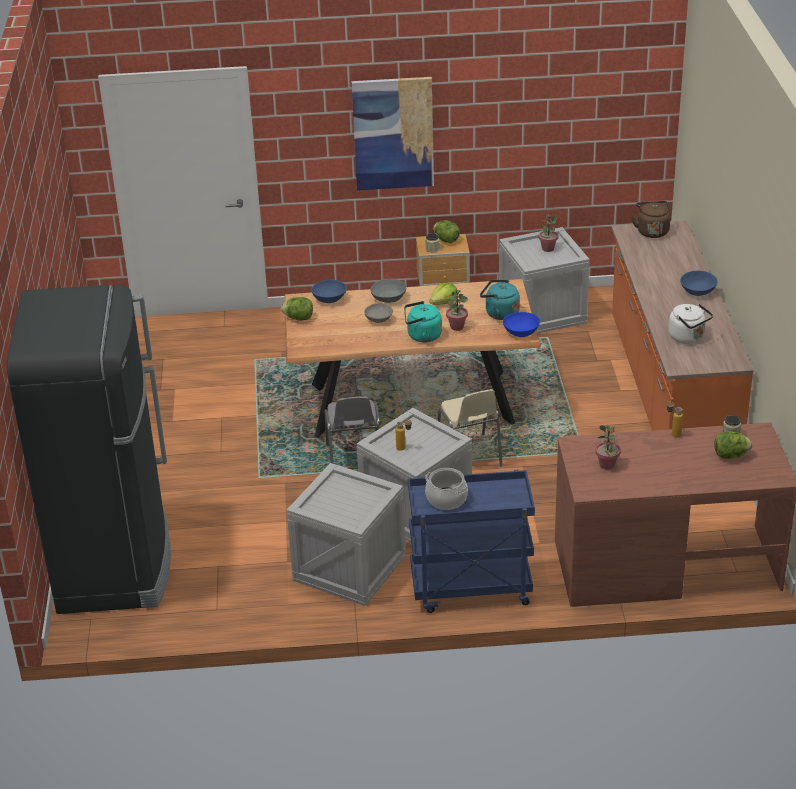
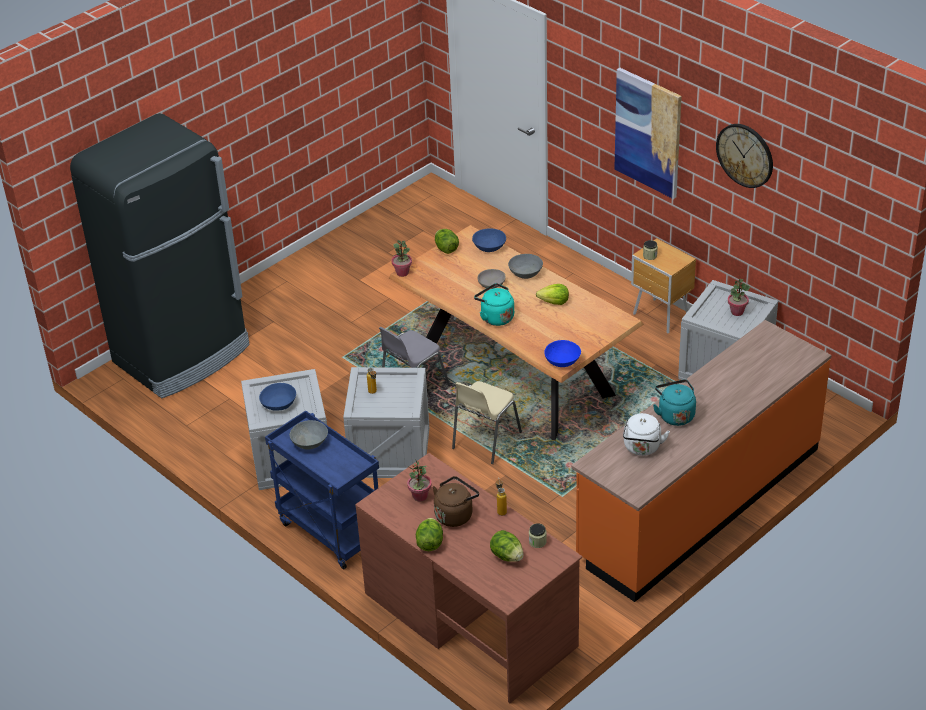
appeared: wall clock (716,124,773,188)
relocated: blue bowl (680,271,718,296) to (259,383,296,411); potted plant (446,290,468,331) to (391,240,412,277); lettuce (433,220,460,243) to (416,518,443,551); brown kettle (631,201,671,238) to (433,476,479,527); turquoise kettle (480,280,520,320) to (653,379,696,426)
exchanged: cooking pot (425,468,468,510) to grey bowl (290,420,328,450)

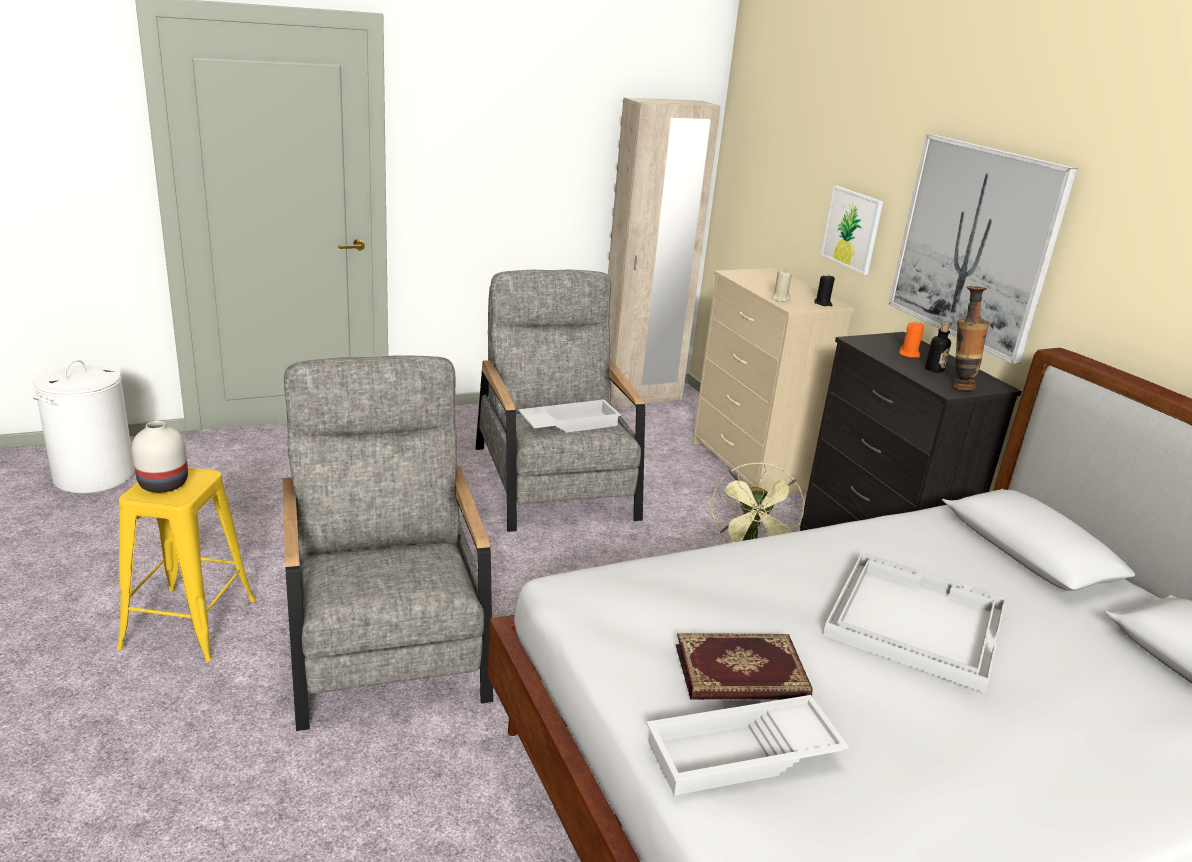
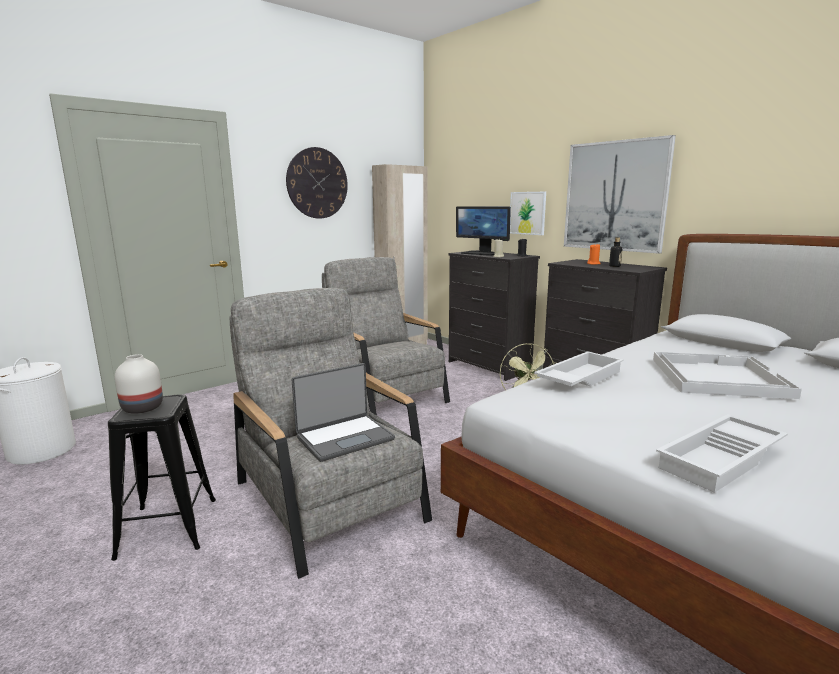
missing: book (676,633,813,700); vase (953,286,989,390)
appeared: wall clock (286,147,348,219); laptop (291,363,395,462); monitor (456,206,511,256)
relocated: white tray (518,399,621,433) to (534,351,624,386)
colour: yellow stool (116,468,255,662) to black stool (108,394,216,561); beige dresser (692,268,855,495) to black dresser (448,250,540,381)

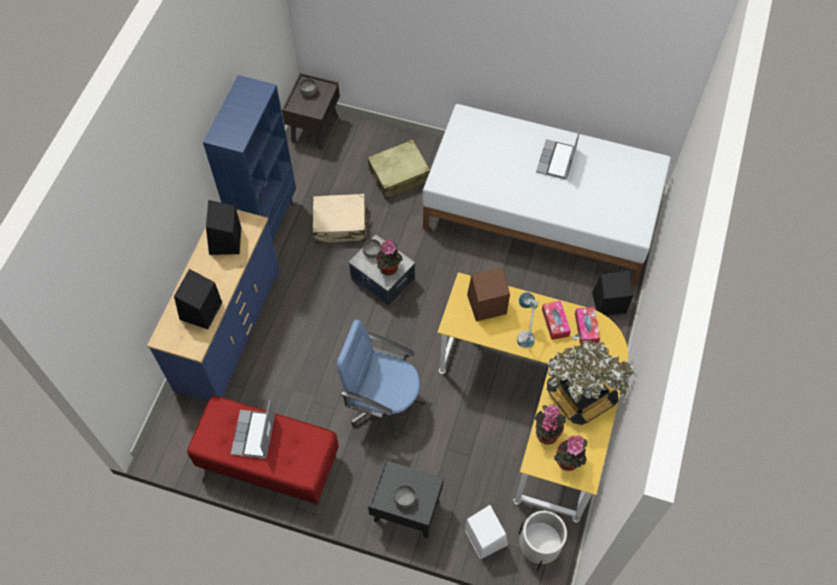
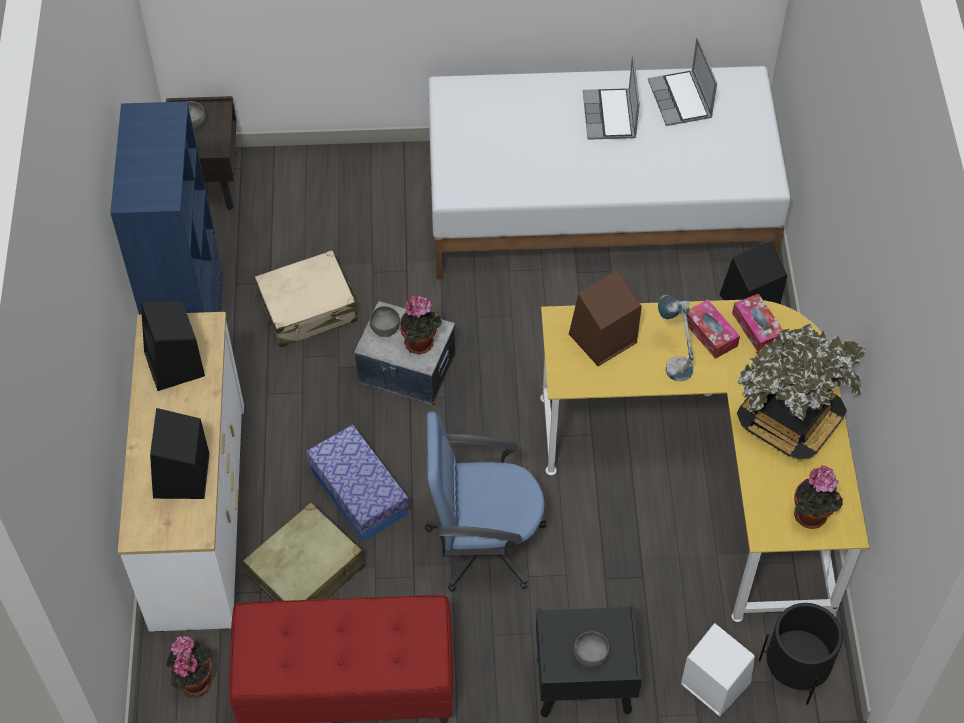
appeared: storage box (306,425,409,541)
relocated: potted plant (535,404,566,445) to (166,636,213,698); beige suitcase (367,139,430,200) to (243,502,365,601); laptop (231,400,275,459) to (648,37,717,126)
colour: blue dresser (147,209,280,401) to white dresser (118,312,244,632); white planter (519,511,567,571) to black planter (759,603,843,704)

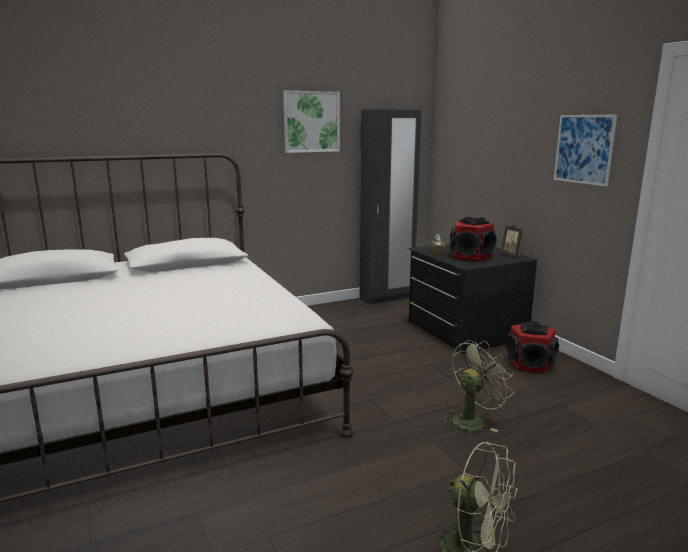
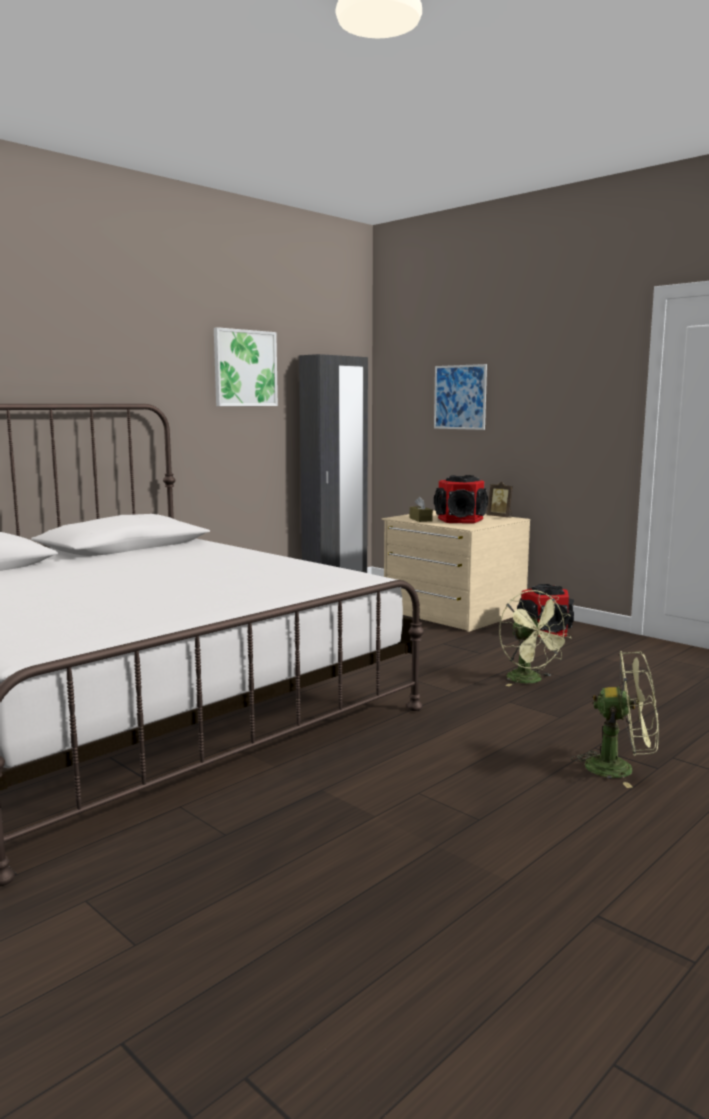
relocated: picture (554,115,617,186) to (434,364,487,430)
colour: black dresser (409,243,537,354) to beige dresser (382,510,530,632)
spun: green fan (443,340,514,432) = (499,590,572,686) 120 degrees clockwise

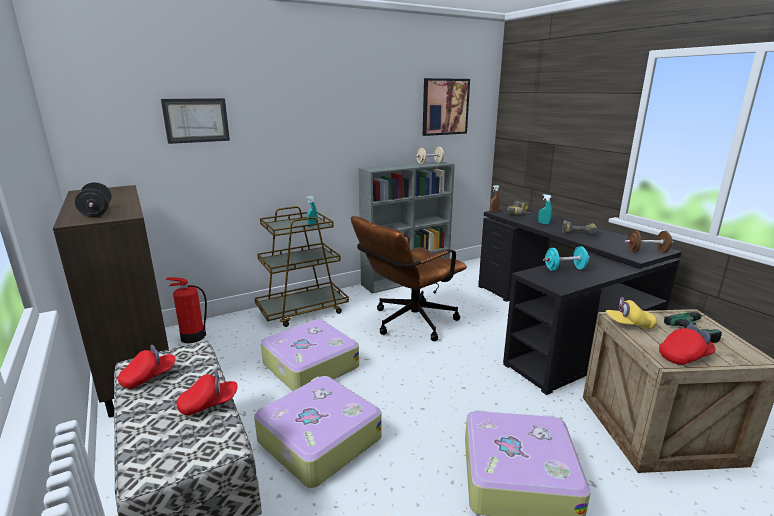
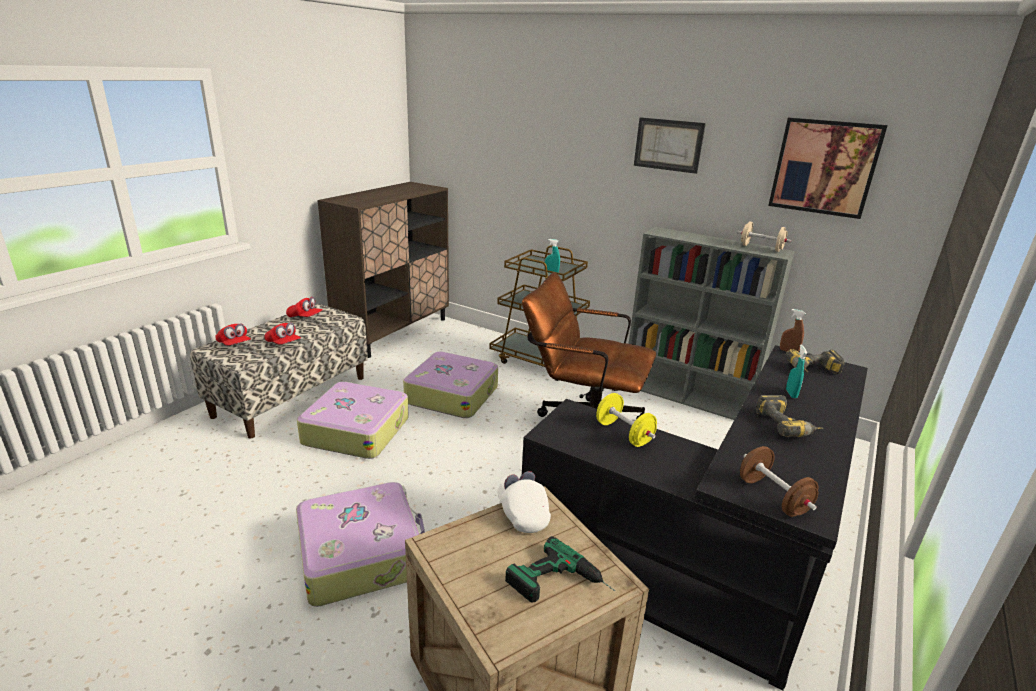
missing: black dumbbell (75,182,112,217); fire extinguisher (165,277,207,343)
relocated: red cap (659,324,715,365) to (215,324,251,346); picture (161,98,230,144) to (634,117,706,174)
colour: yellow cap (606,297,657,330) to white cap (497,471,551,533); turquoise dumbbell (543,247,590,271) to yellow dumbbell (596,393,657,447)

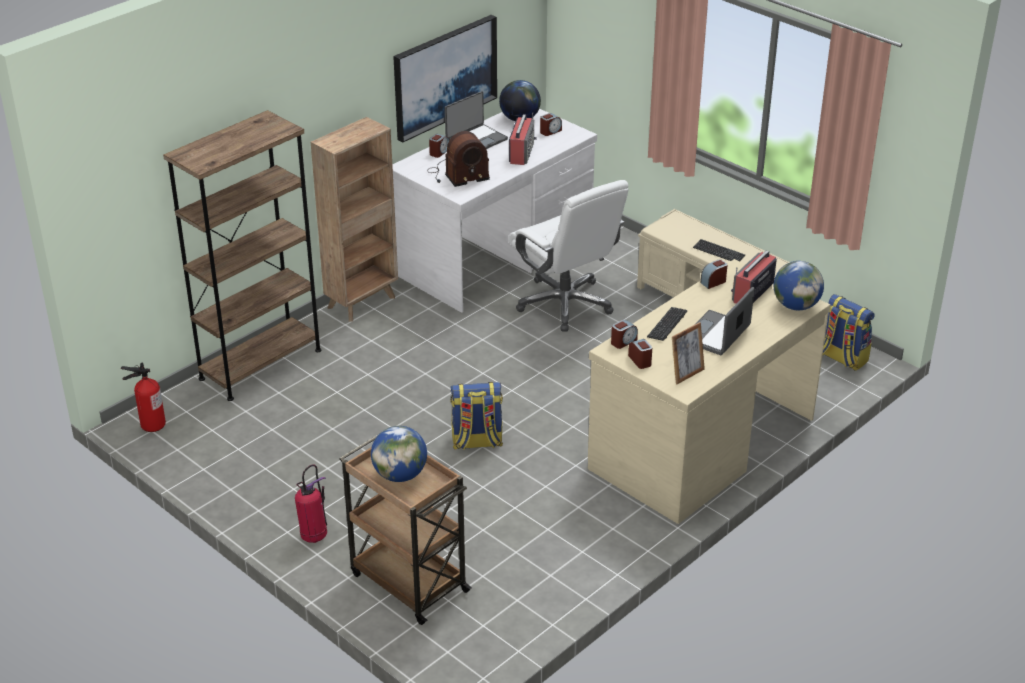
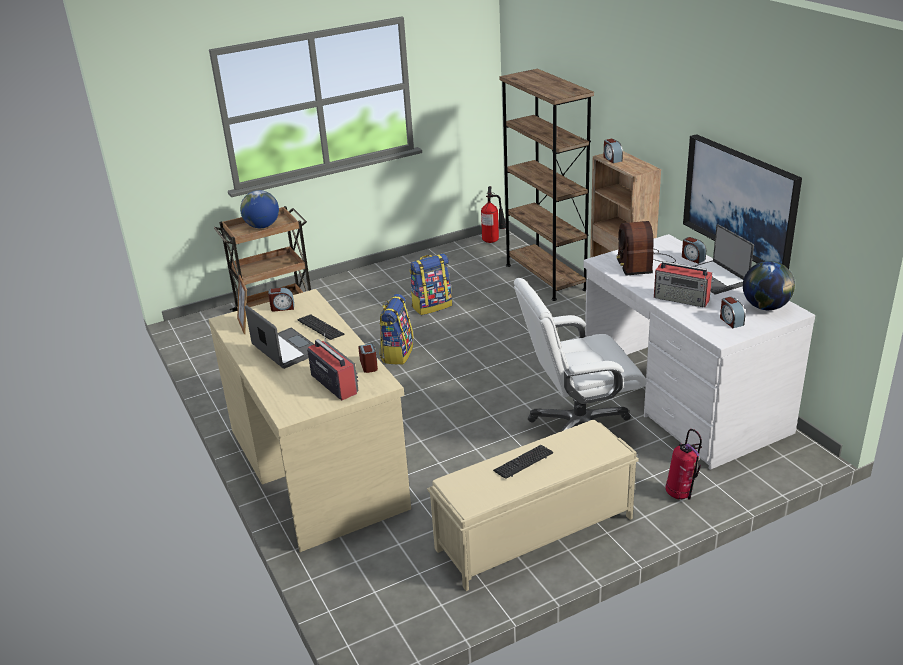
missing: globe (774,261,824,310)
relocated: backpack (822,294,875,371) to (410,253,452,315); alarm clock (611,320,638,349) to (603,139,623,163); fire extinguisher (295,464,327,543) to (665,429,702,500)

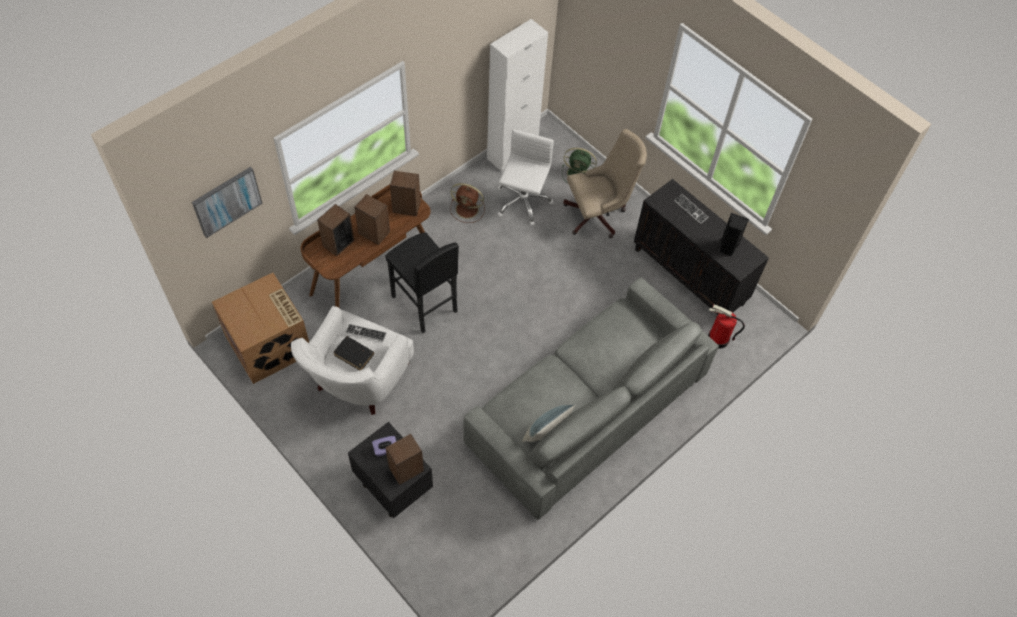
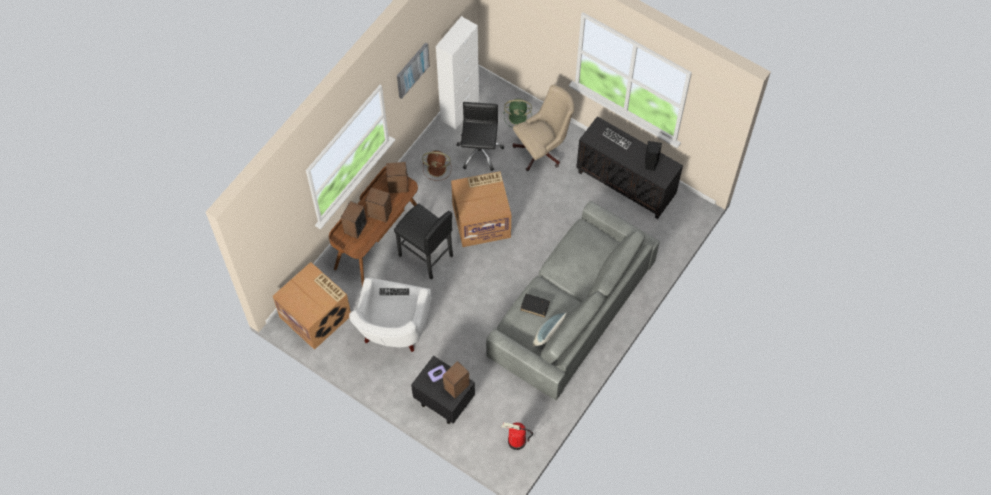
appeared: cardboard box (451,171,511,247)
relocated: picture (192,167,262,238) to (397,42,430,99); fire extinguisher (708,305,745,349) to (501,422,533,450); black book (334,336,374,370) to (521,294,550,318)
colour: white office chair (498,129,554,226) to black office chair (456,102,504,171)

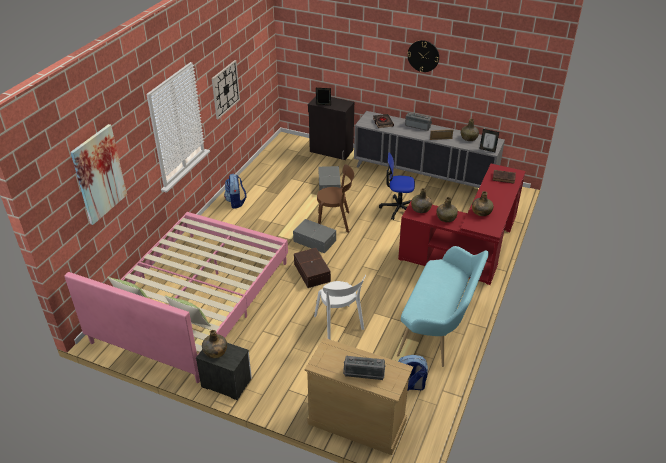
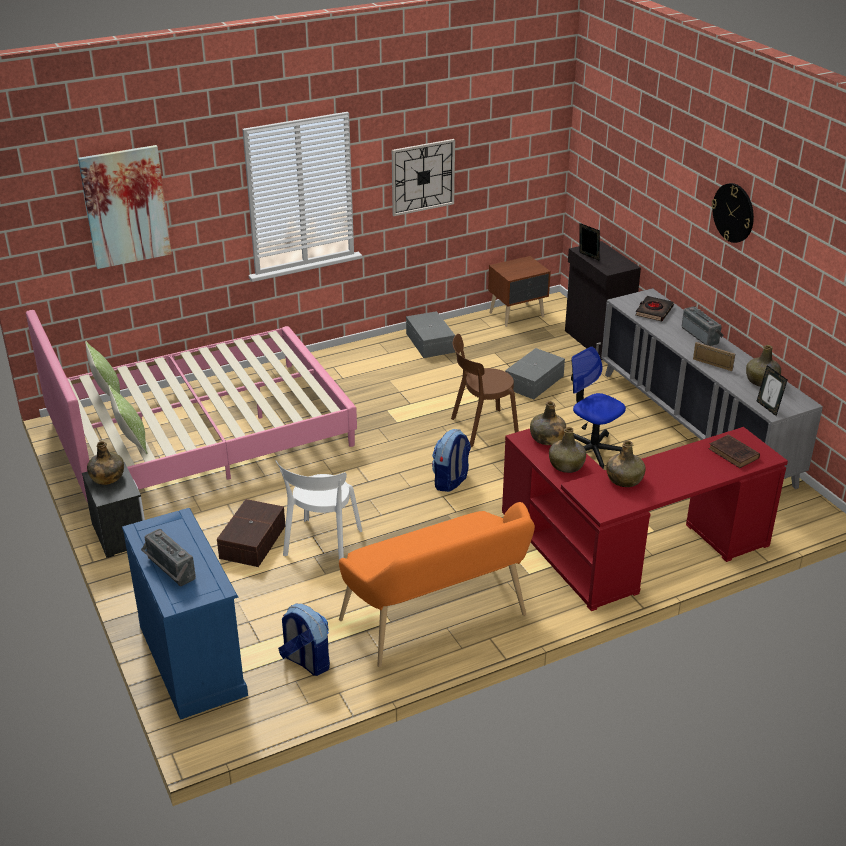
appeared: brown nightstand (488,256,551,327)
relocated: brown storage box (294,248,331,288) to (217,499,285,567); grey storage box (293,219,336,253) to (406,311,455,358); backpack (224,174,247,209) to (432,429,471,492)
colour: beige dresser (305,338,413,455) to blue dresser (122,508,248,720); turquoise bench (397,246,489,367) to orange bench (339,502,535,667)
spun: brown chair (317,164,354,233) = (451,334,519,447) 120 degrees clockwise

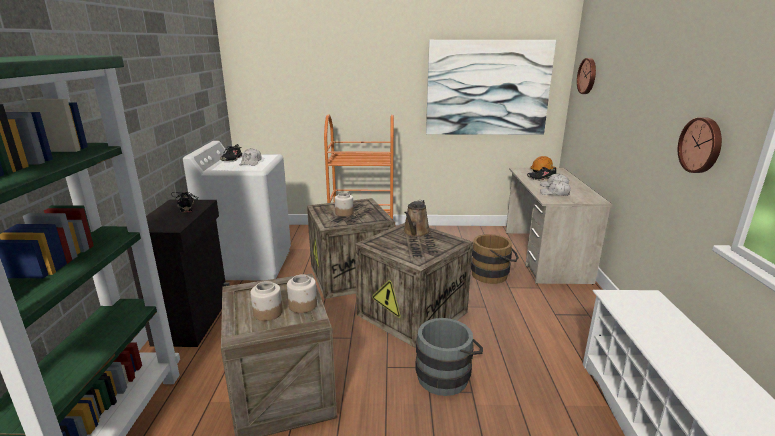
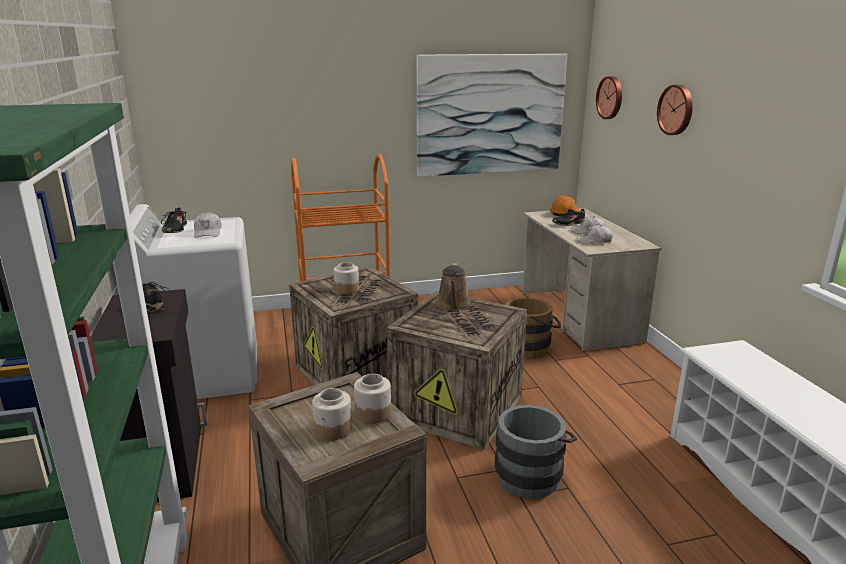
relocated: wall clock (678,117,722,173) to (657,85,693,135)

